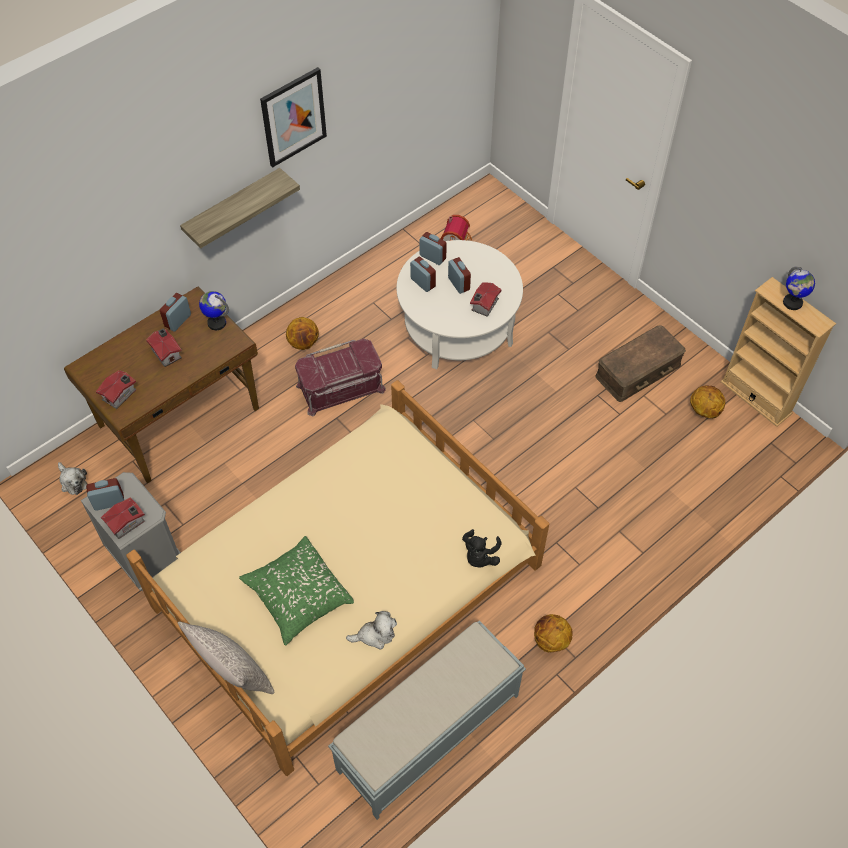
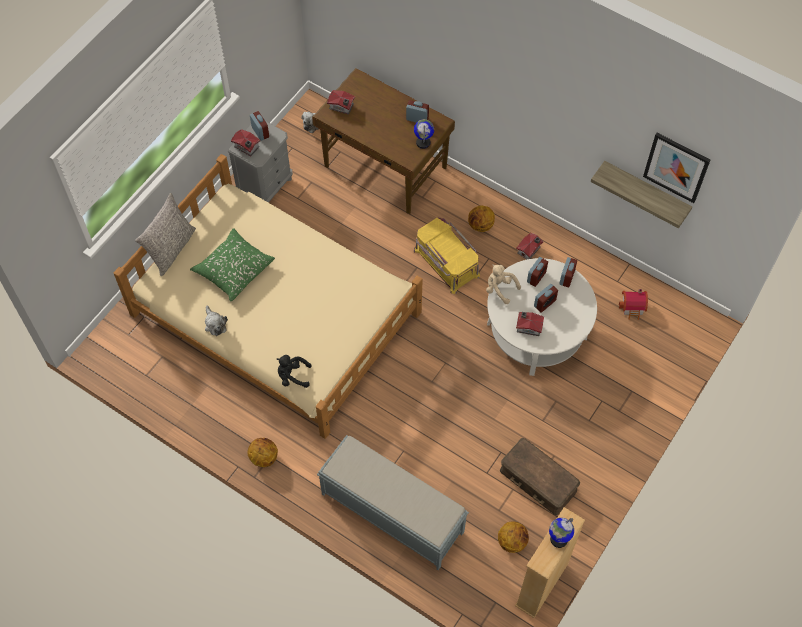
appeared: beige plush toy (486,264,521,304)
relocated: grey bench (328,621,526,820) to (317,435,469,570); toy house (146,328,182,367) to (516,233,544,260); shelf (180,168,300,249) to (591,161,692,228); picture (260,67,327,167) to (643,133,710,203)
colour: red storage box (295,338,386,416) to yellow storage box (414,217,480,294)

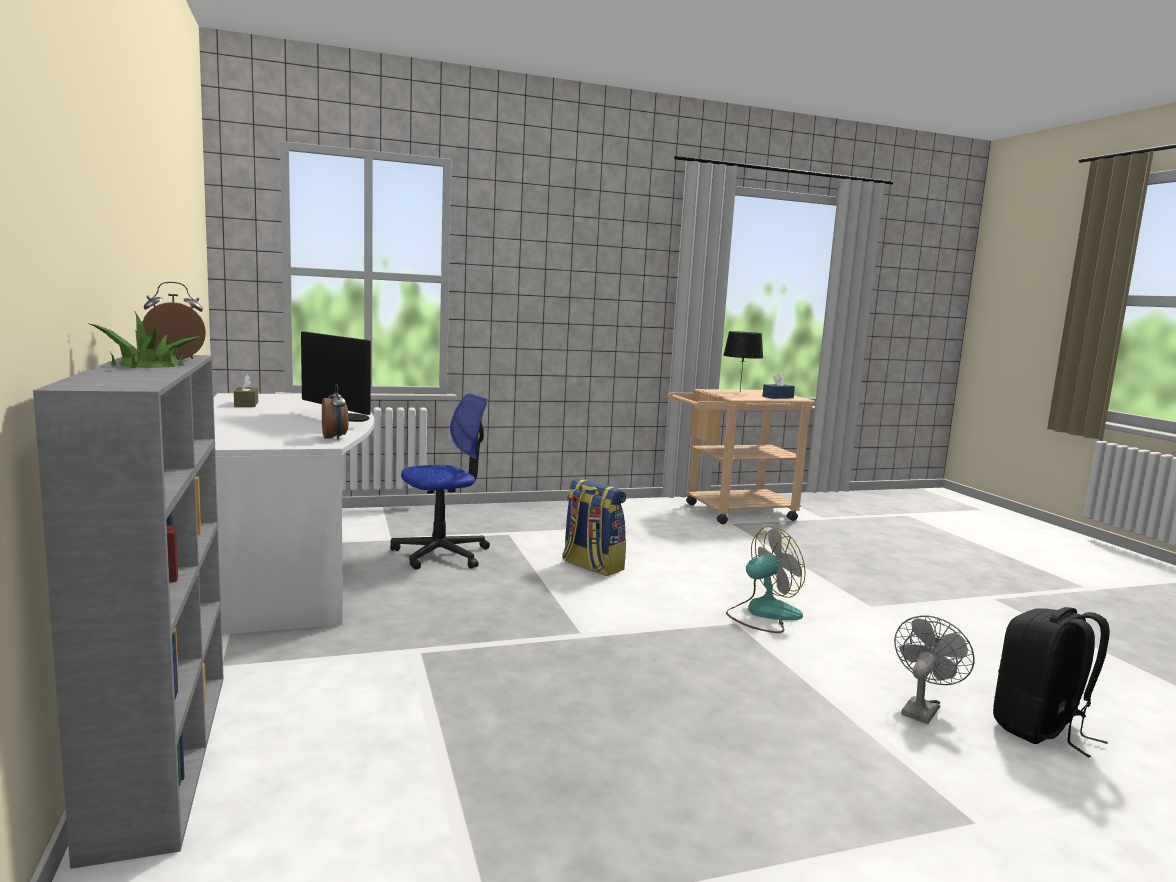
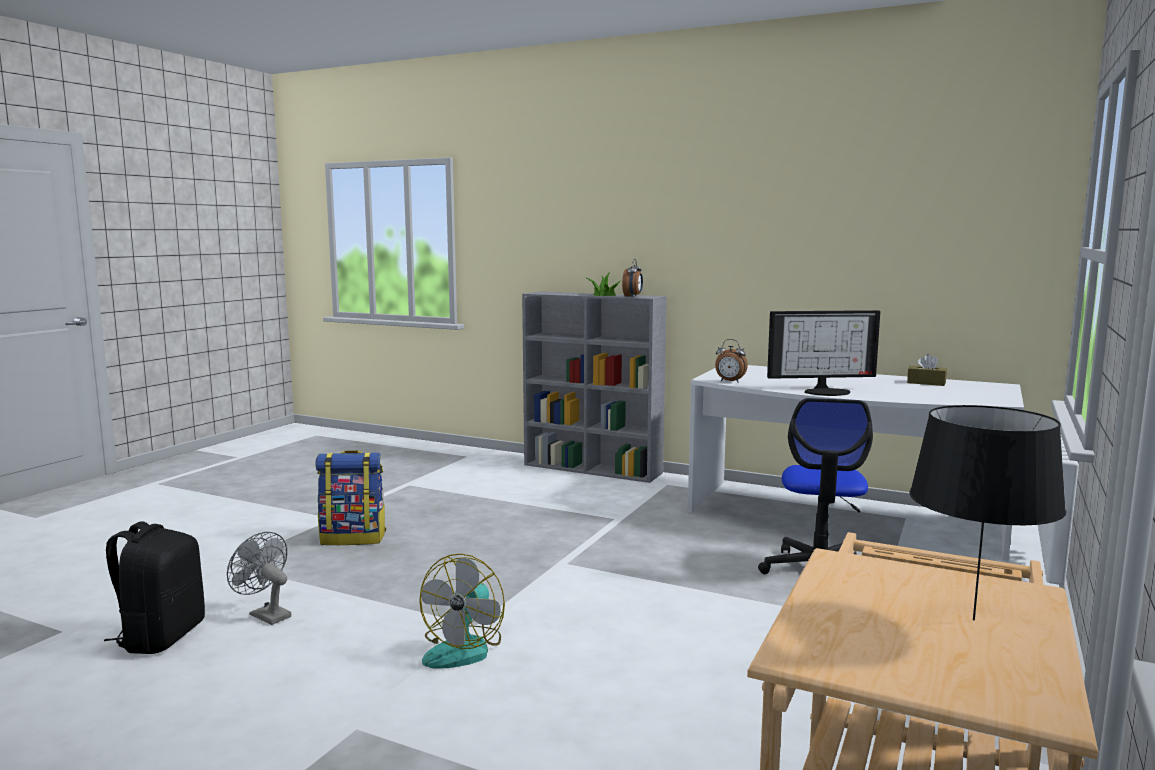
missing: blue tissue box (762,373,795,399)
relocated: backpack (563,478,626,576) to (315,450,386,545)
spun: grey fan (894,615,975,724) = (227,532,291,625) 135 degrees clockwise

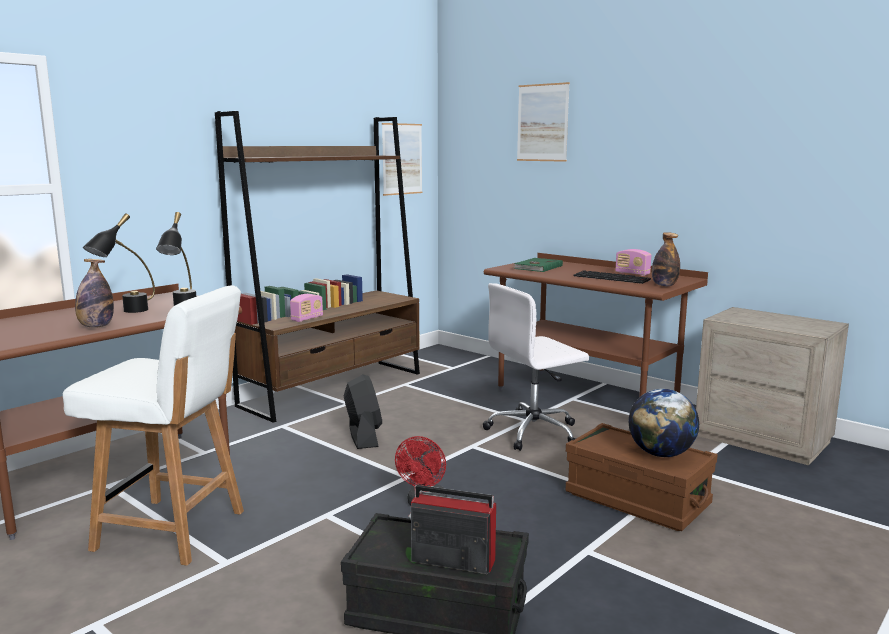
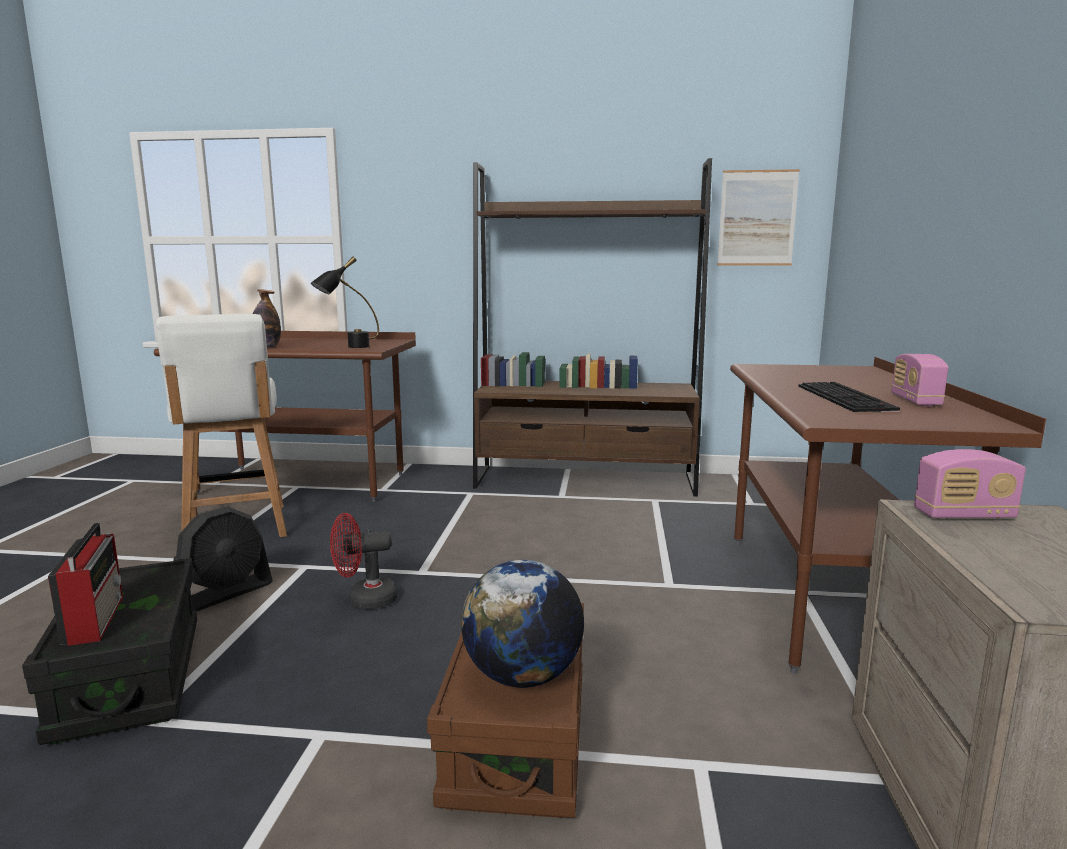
missing: black table lamp (83,213,155,313); white office chair (483,283,589,451); green book (513,258,563,272); picture (517,82,570,162); bottle (652,232,680,287)
relocated: black fan (344,374,382,449) to (173,506,273,612); radio (290,294,323,322) to (914,449,1026,519)

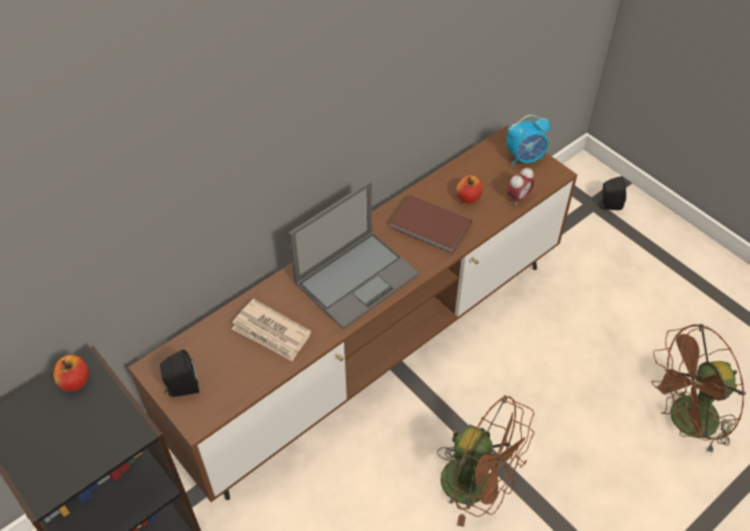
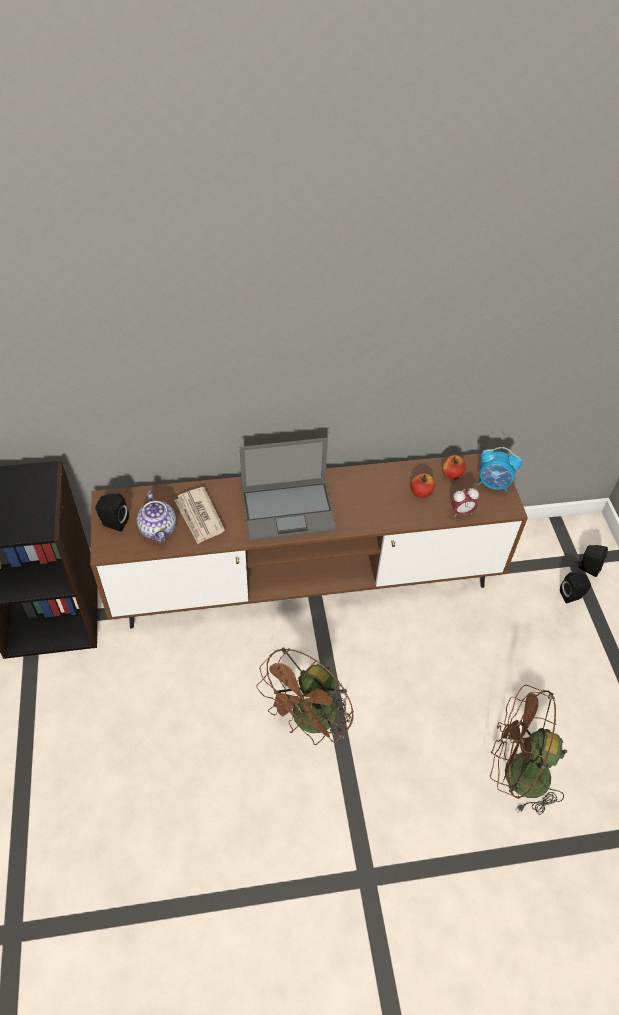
missing: brown book (390,195,472,254)
appeared: teapot (137,491,176,543); black speaker (560,572,591,604)
relocated: apple (53,355,89,392) to (442,455,466,480)
spun: brown fan (437,395,534,527) = (256,648,354,745) 60 degrees clockwise

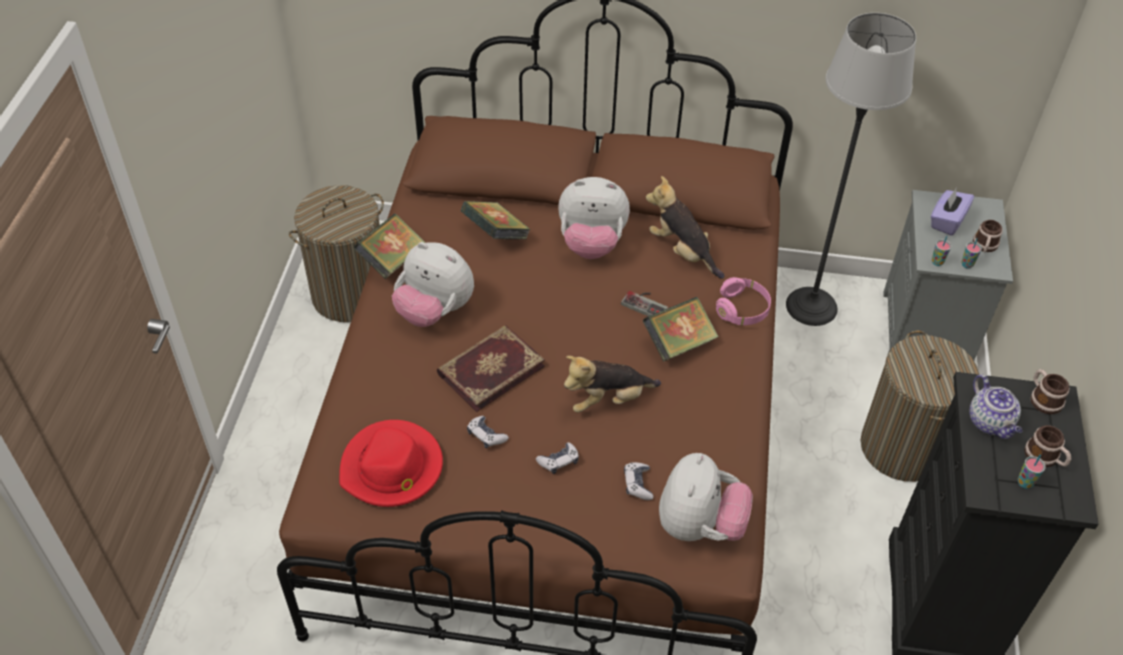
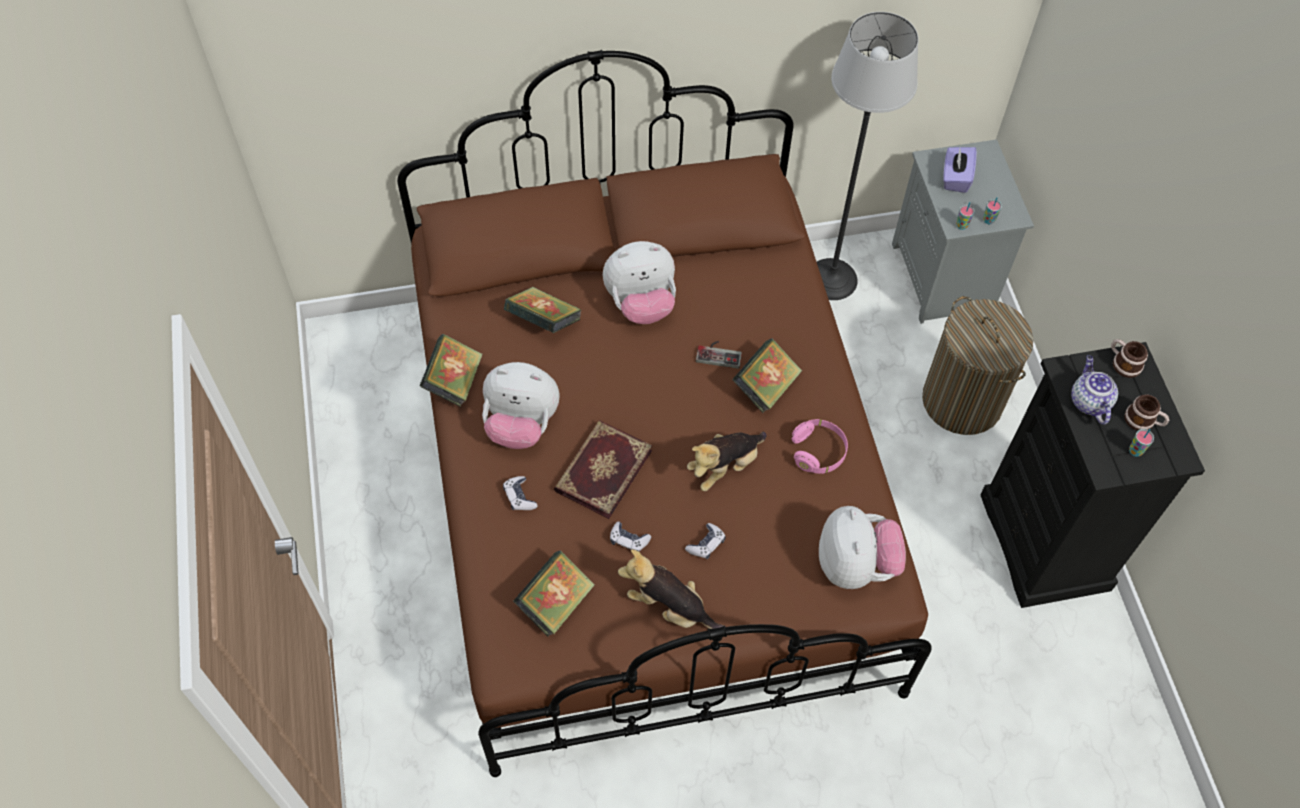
missing: laundry basket (289,185,384,322); mug (973,220,1003,252)
relocated: game controller (624,462,653,500) to (503,476,538,510); plush toy (646,176,725,279) to (618,550,726,629); pink headphones (716,277,771,325) to (792,419,848,474)
exchanged: red hat (339,420,443,507) to book (513,551,595,636)
spun: teapot (970,374,1022,439) = (1071,355,1118,425) 150 degrees counterclockwise

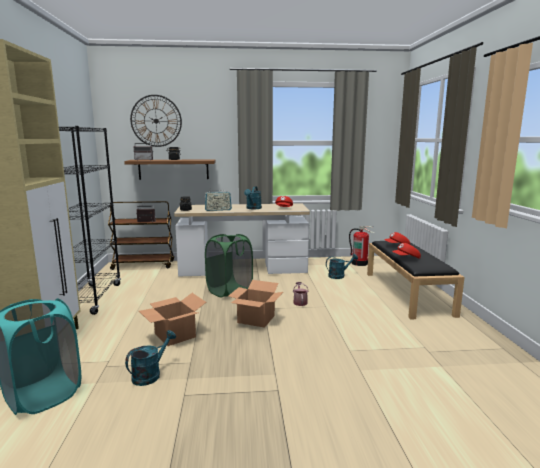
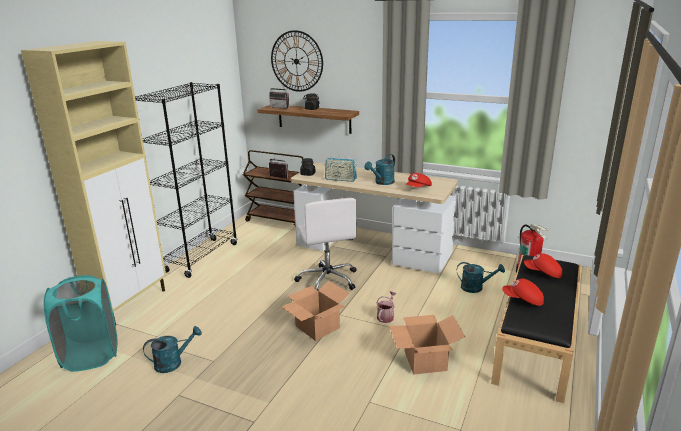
relocated: cardboard box (139,293,206,346) to (389,315,465,375)
exchanged: green laundry basket (205,234,253,298) to white office chair (295,198,356,291)

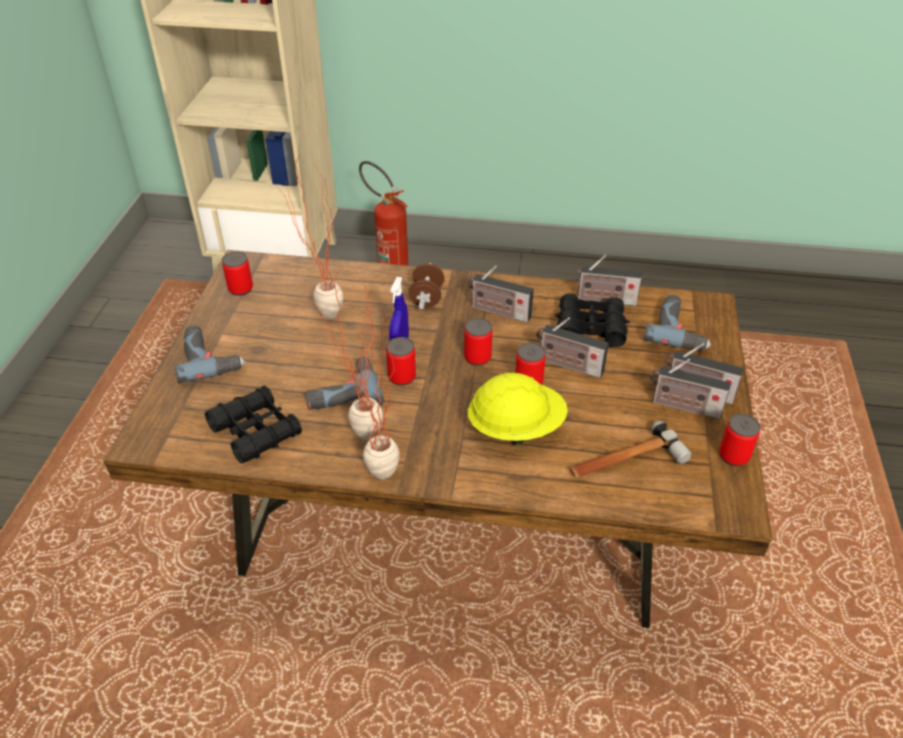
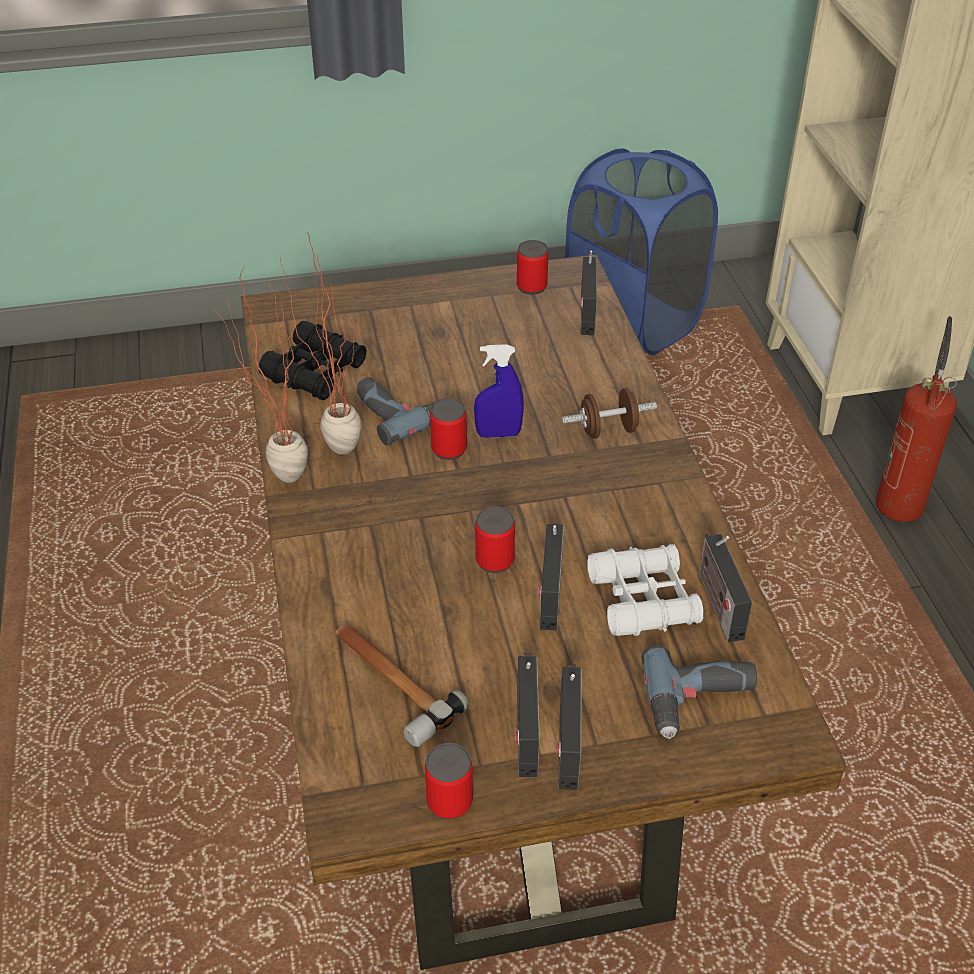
missing: power drill (174,326,245,383); potted plant (278,156,343,319); can (464,318,492,366); yellow hard hat (468,373,568,445)
appeared: blue laundry basket (565,148,718,355)
relocated: radio (468,265,534,323) to (580,251,597,335)
colour: black binoculars (555,293,630,347) to white binoculars (587,544,703,636)

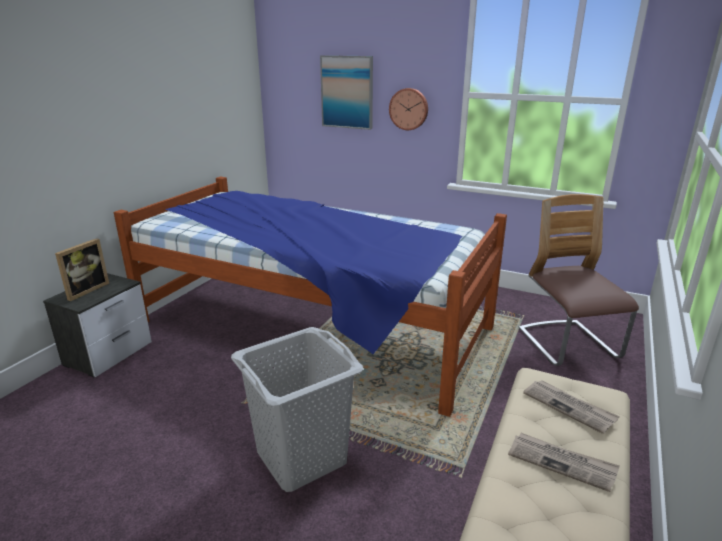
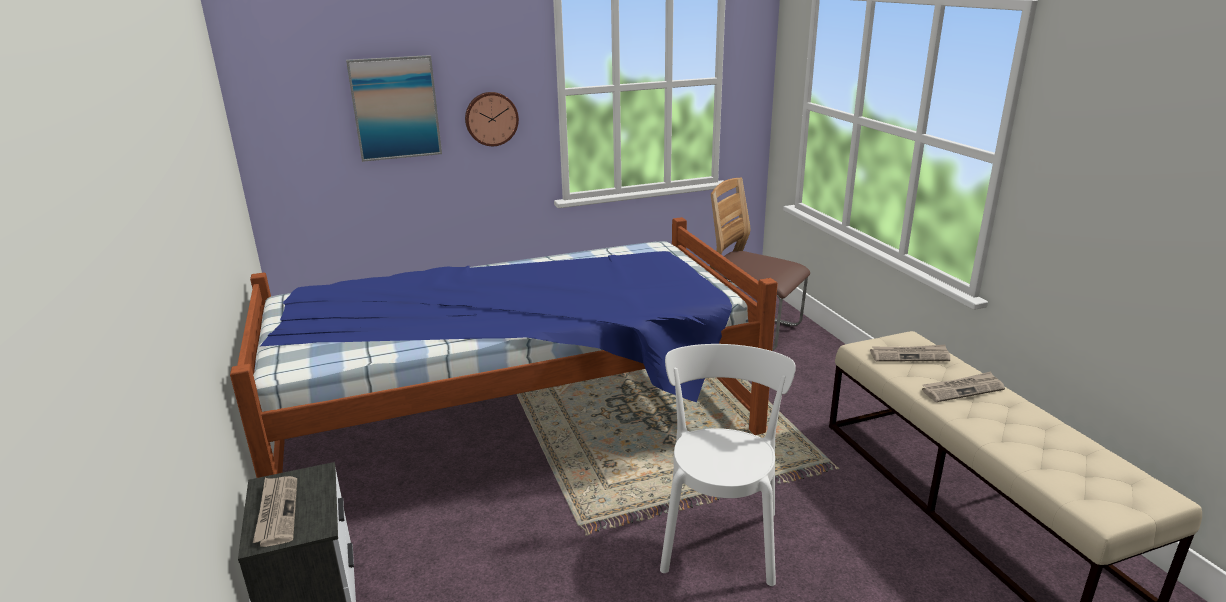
exchanged: picture frame (55,238,109,301) to newspaper (253,476,297,547); grey laundry basket (231,327,363,492) to white chair (660,344,796,586)

